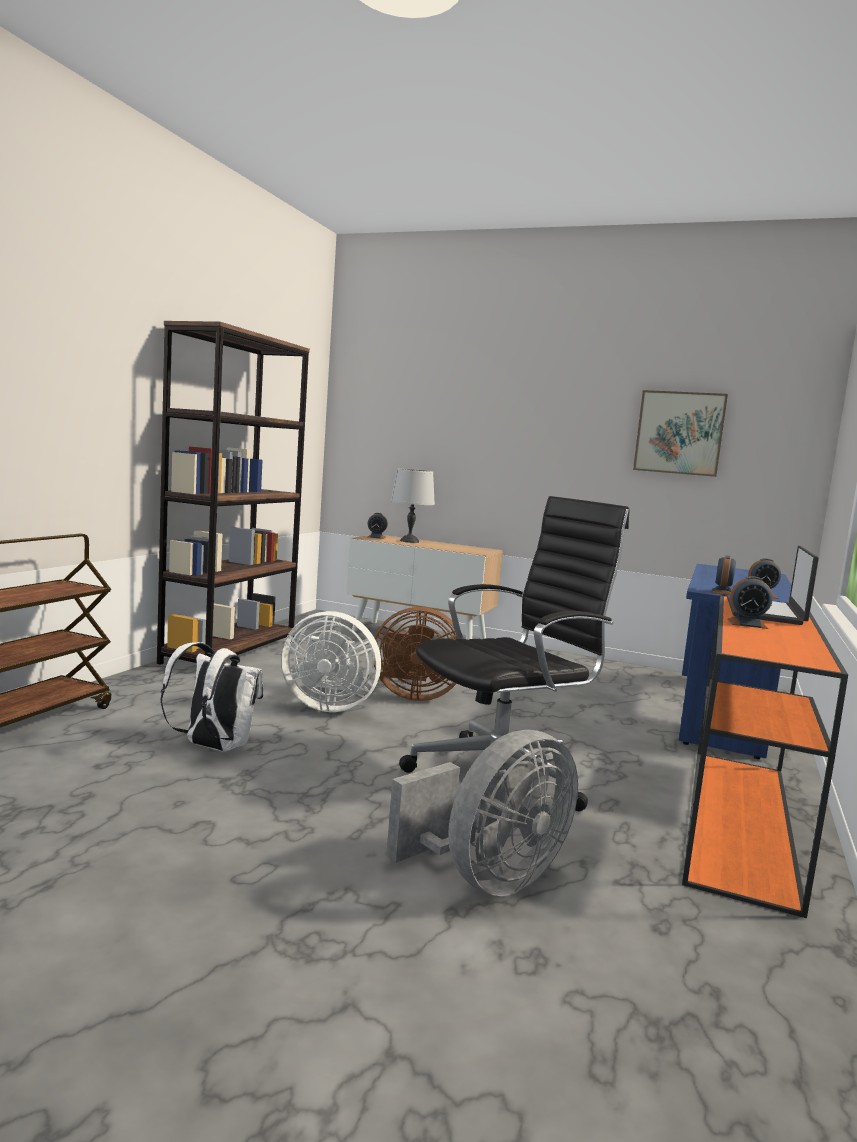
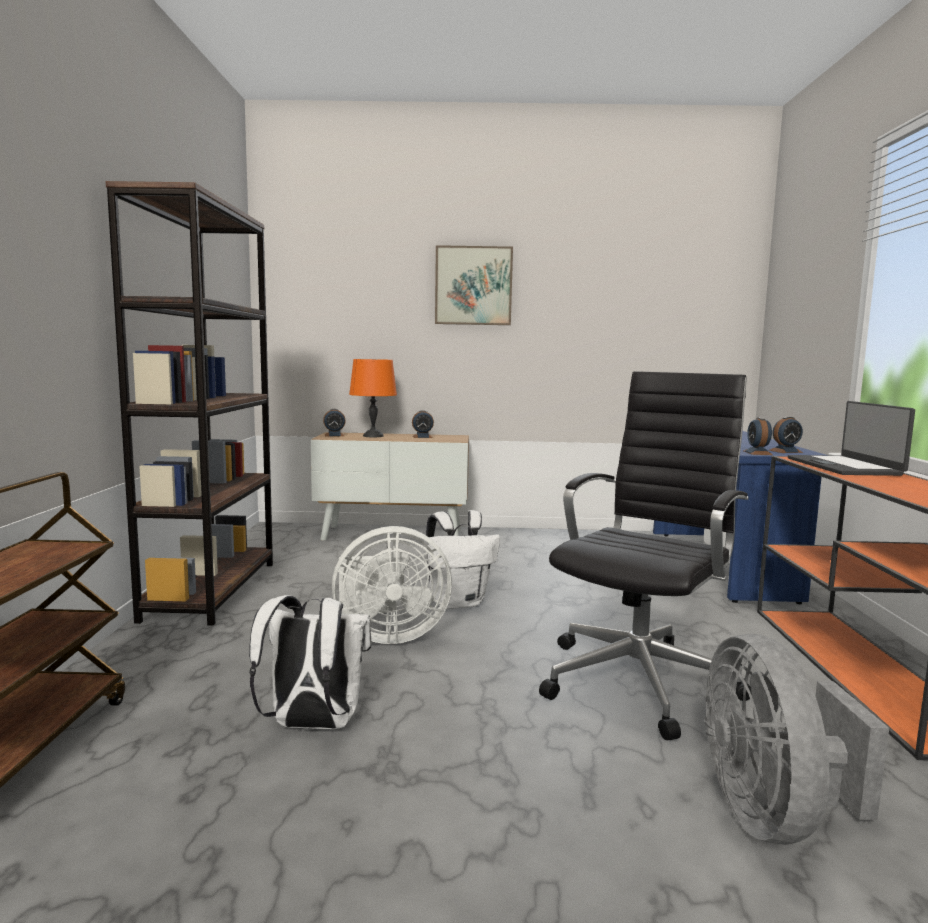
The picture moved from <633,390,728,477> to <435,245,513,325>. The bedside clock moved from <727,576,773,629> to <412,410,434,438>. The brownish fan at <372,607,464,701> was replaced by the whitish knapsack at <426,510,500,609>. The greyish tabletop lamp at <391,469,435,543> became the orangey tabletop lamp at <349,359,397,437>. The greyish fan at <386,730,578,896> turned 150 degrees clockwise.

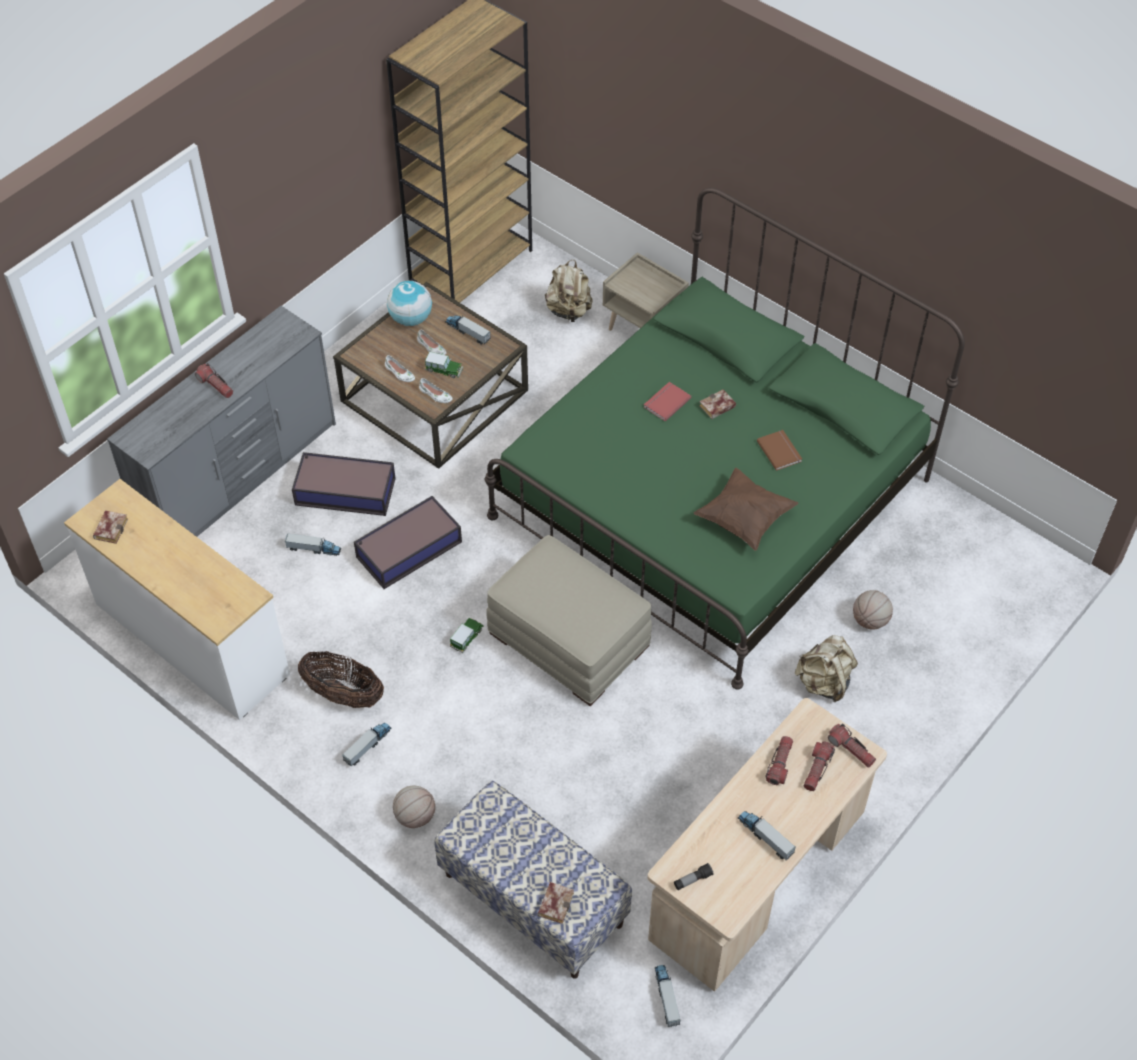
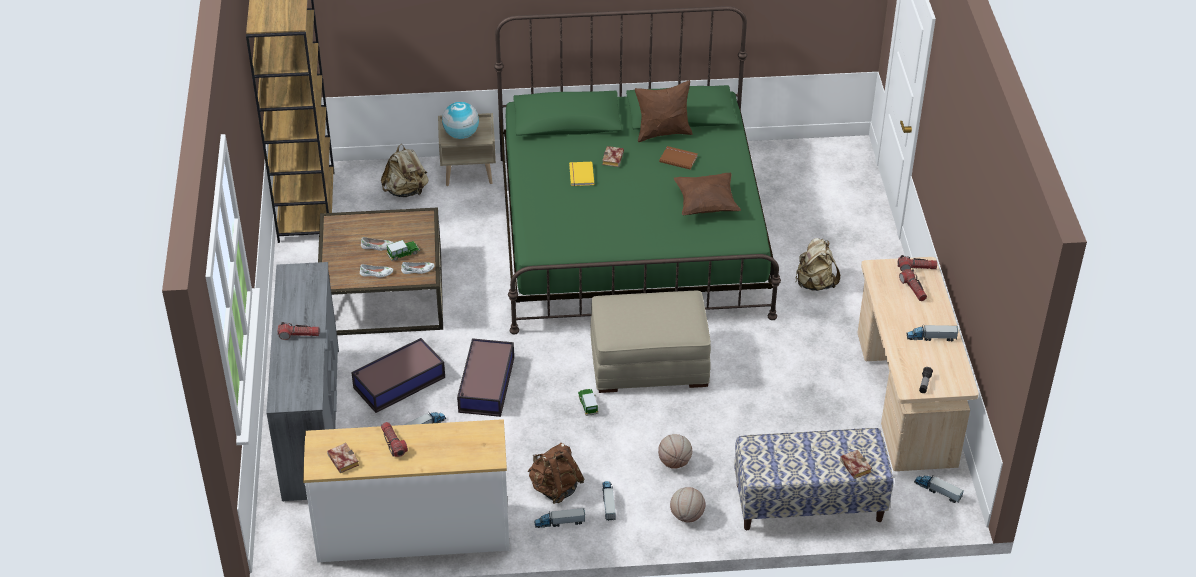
The brownish pillow at <635,80,693,142> appeared. The globe moved from <387,281,432,326> to <442,102,479,139>. The toy truck moved from <445,315,491,345> to <534,508,585,528>. The torch moved from <765,736,793,785> to <381,422,408,457>. The basketball ball moved from <853,590,893,630> to <658,434,692,469>. The basket at <298,652,384,708> was replaced by the brownish knapsack at <528,443,584,504>. The red volume at <644,382,691,421> became the yellow-coloured volume at <569,162,594,186>.

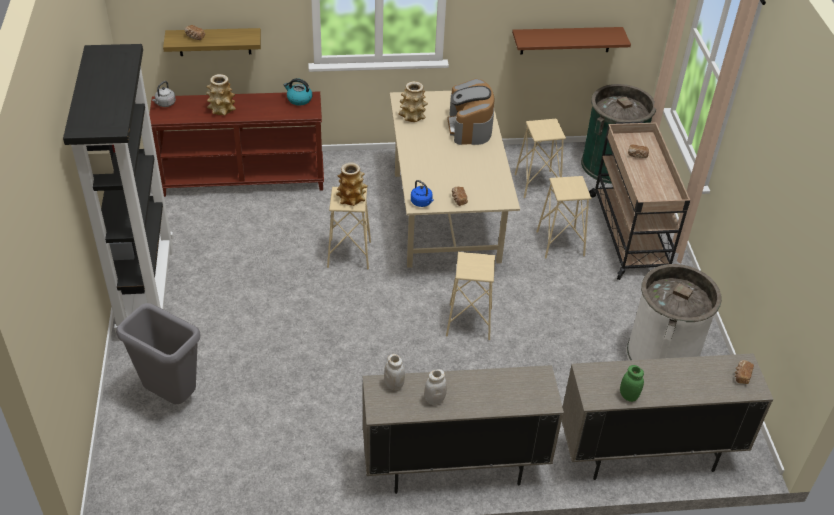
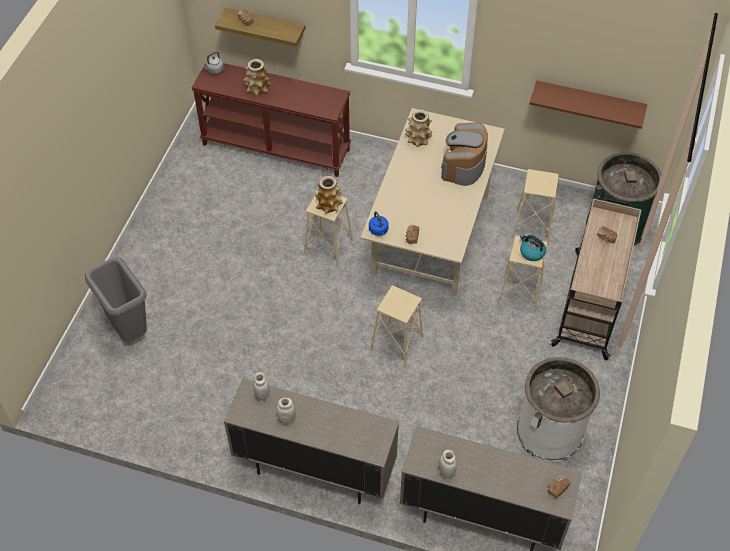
The black shelving unit at <63,44,173,332> disappeared. The tea kettle moved from <284,78,312,106> to <520,235,546,261>. The green-coloured jar at <620,365,644,402> became the whitish jar at <439,450,457,478>.

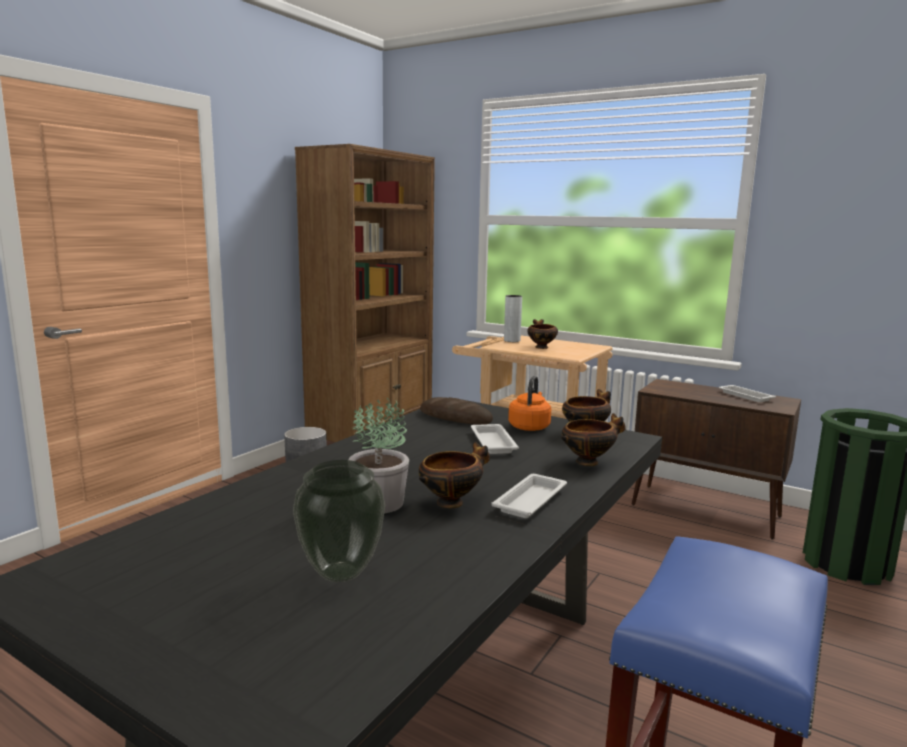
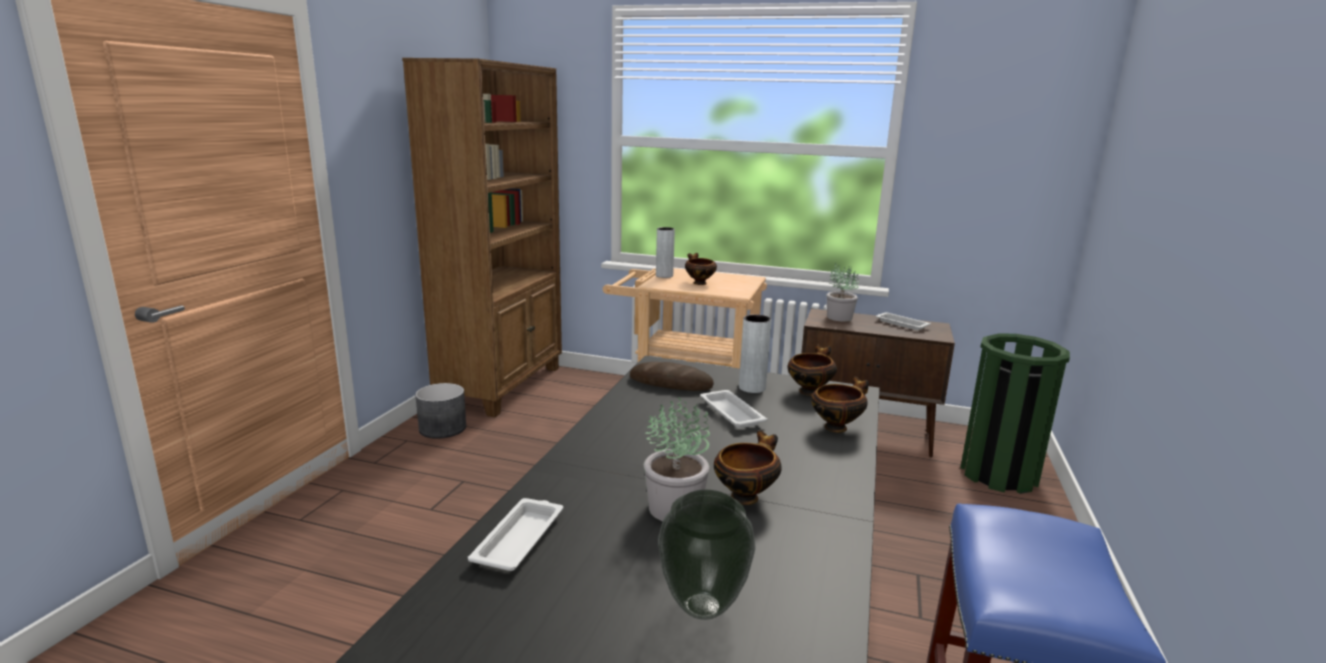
The plant in a pot at <827,263,859,322> appeared. The whitish serving tray moved from <491,474,567,518> to <468,498,563,571>. The orangey tea kettle at <508,376,551,431> was replaced by the greyish vase at <739,314,771,393>.

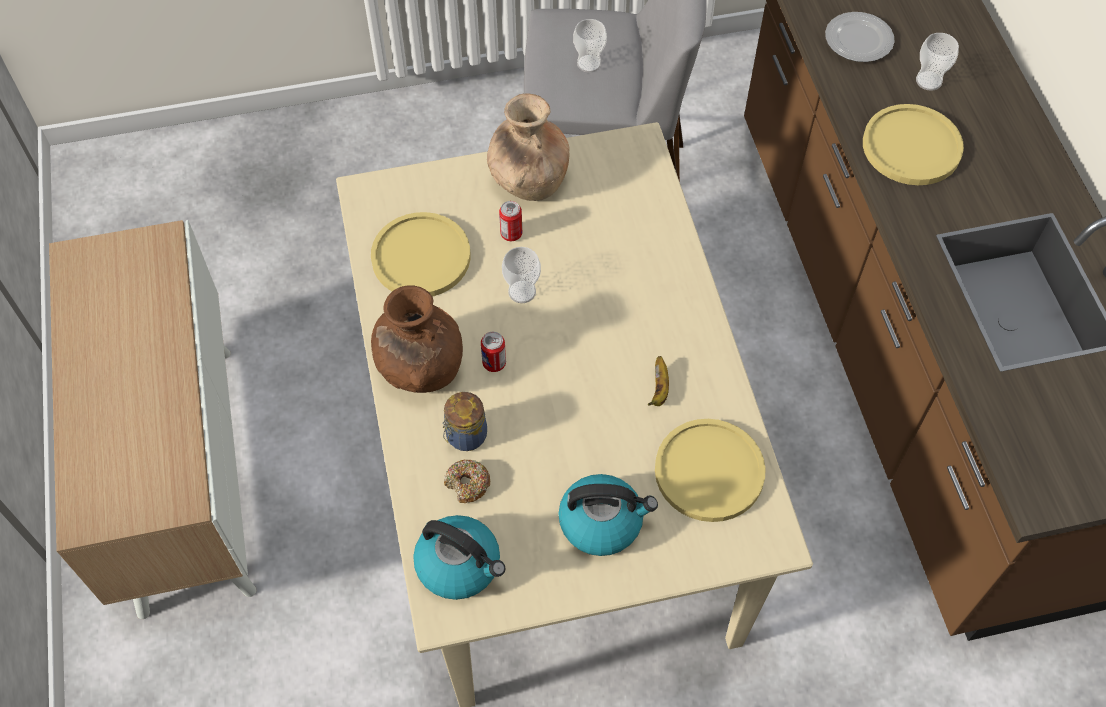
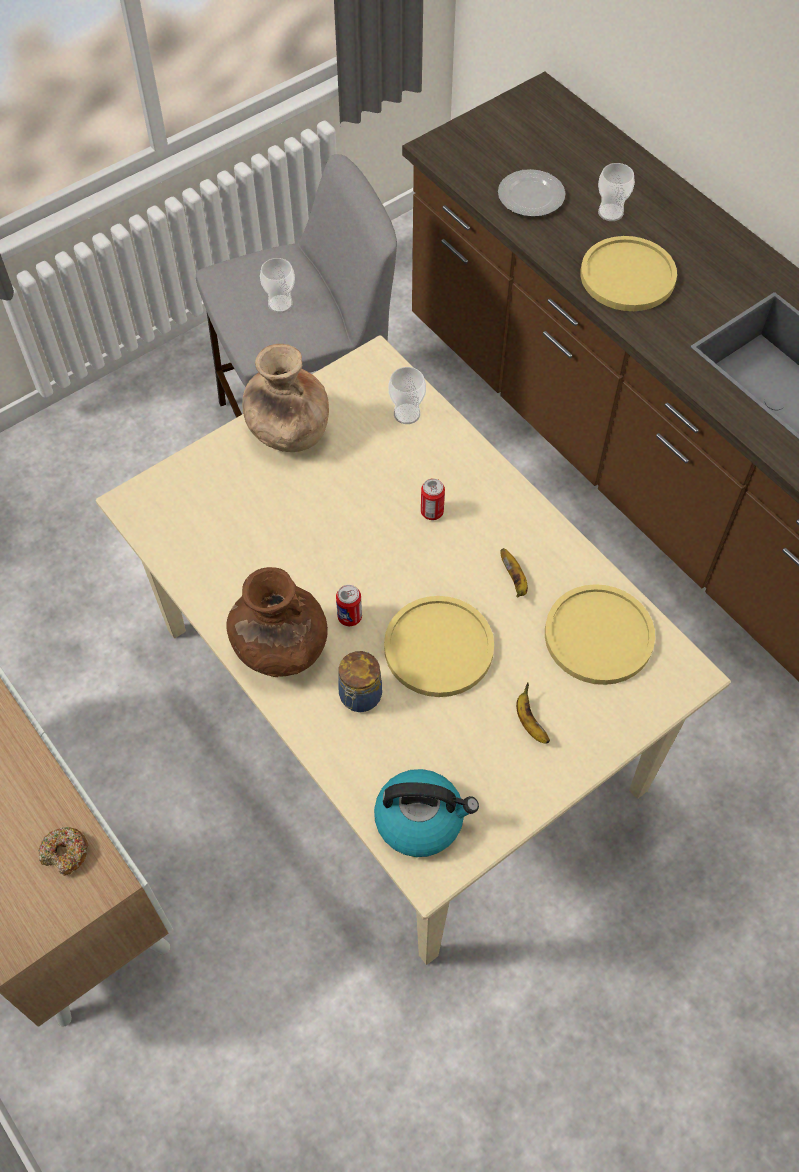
The yellow-coloured plate moved from <371,212,470,296> to <384,596,494,697>. The ring doughnut moved from <444,459,490,503> to <38,827,89,876>. The sealed can moved from <499,201,522,241> to <421,478,445,520>. The drinking cup moved from <502,247,541,303> to <388,367,426,424>. The tea kettle at <558,474,658,556> was replaced by the banana at <516,682,550,744>.

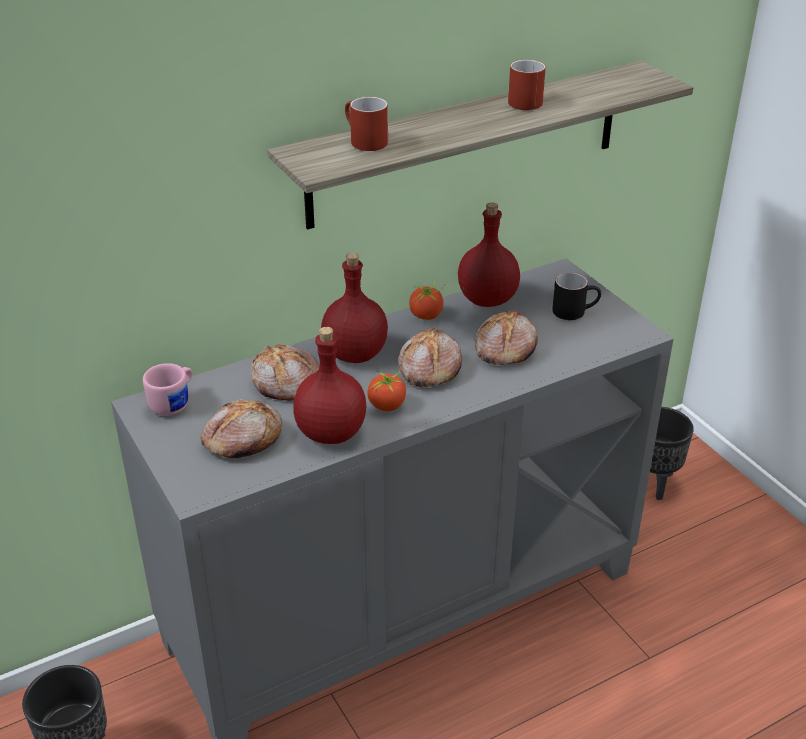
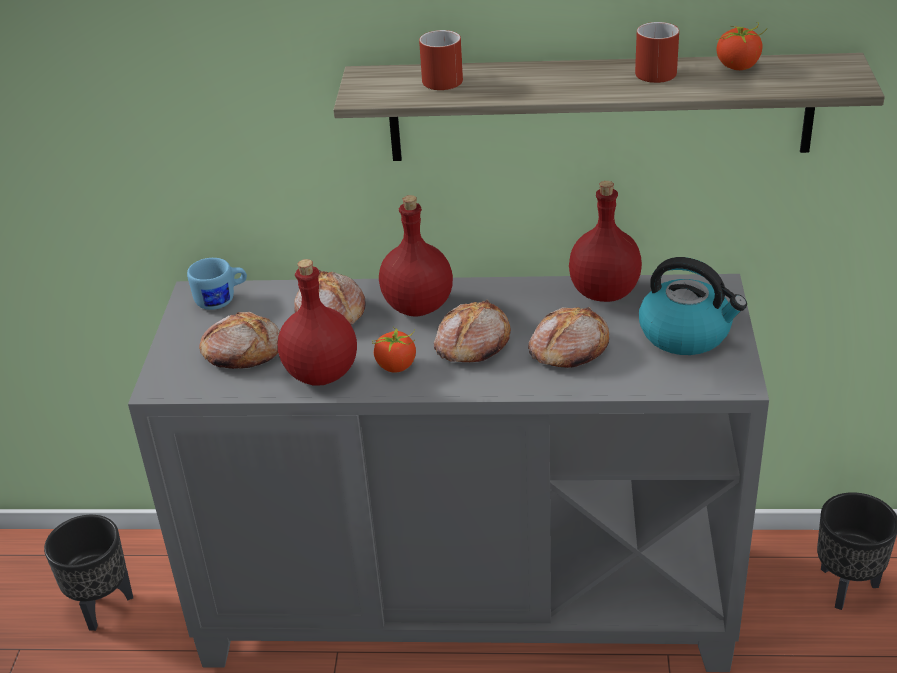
The whole tomato moved from <409,280,445,320> to <717,22,767,70>. The black mug at <552,273,601,320> was replaced by the tea kettle at <639,257,747,355>. The pink-coloured mug at <143,363,193,416> became the bluish mug at <187,258,247,310>.

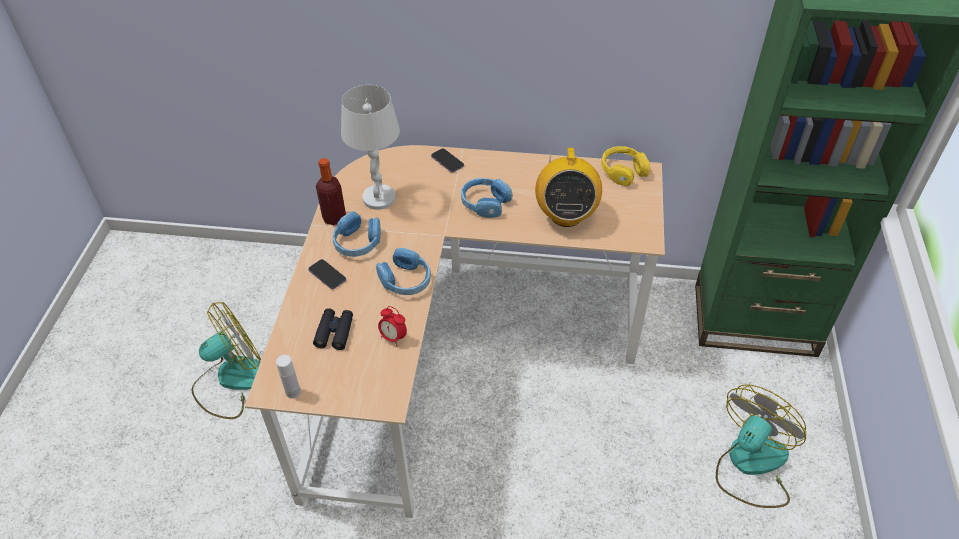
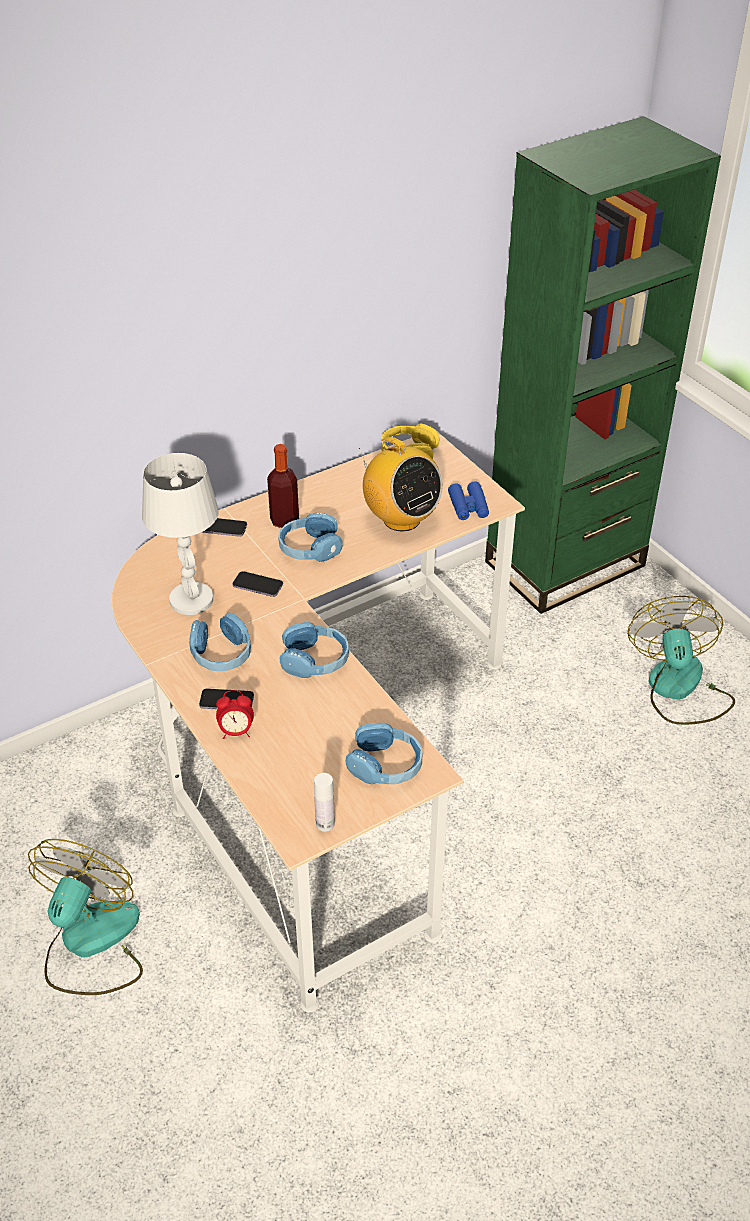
The black pair of binoculars at <313,308,353,350> disappeared. The telephone at <232,571,283,597> appeared. The bluish headset at <346,723,422,785> appeared. The bluish pair of binoculars at <448,482,489,520> appeared. The drink bottle moved from <316,158,346,225> to <267,444,299,528>. The bedside clock moved from <378,306,407,347> to <216,690,254,739>.

